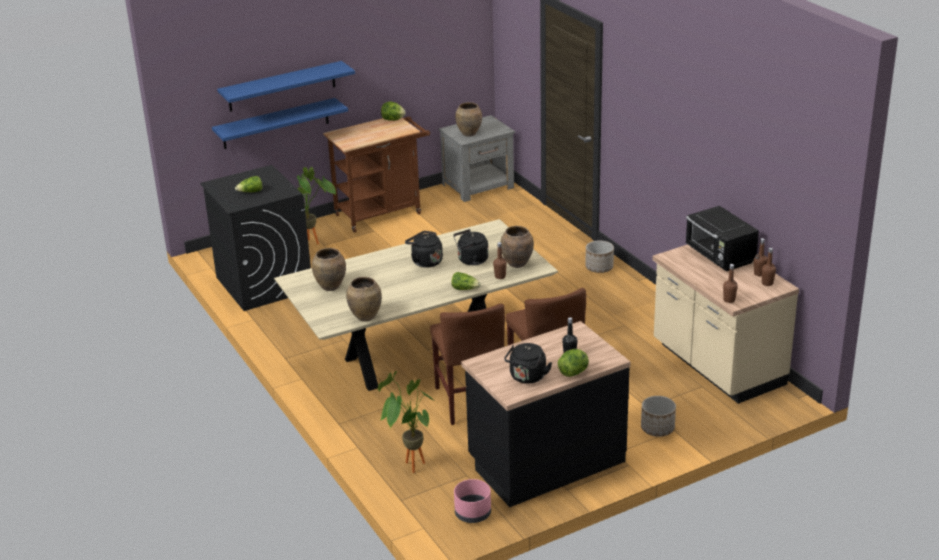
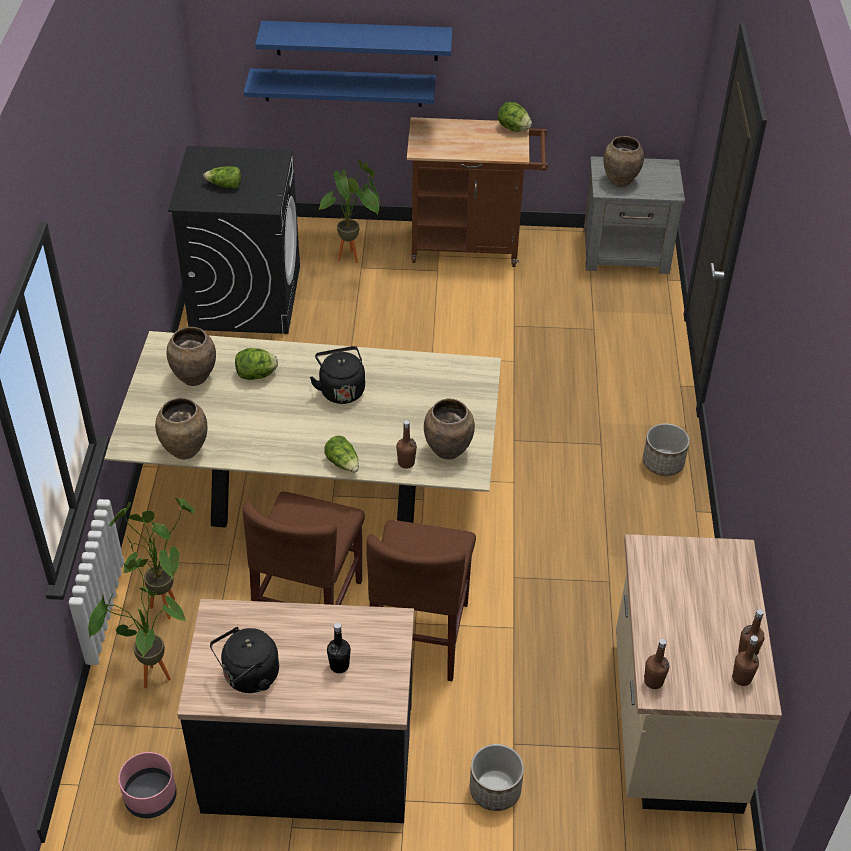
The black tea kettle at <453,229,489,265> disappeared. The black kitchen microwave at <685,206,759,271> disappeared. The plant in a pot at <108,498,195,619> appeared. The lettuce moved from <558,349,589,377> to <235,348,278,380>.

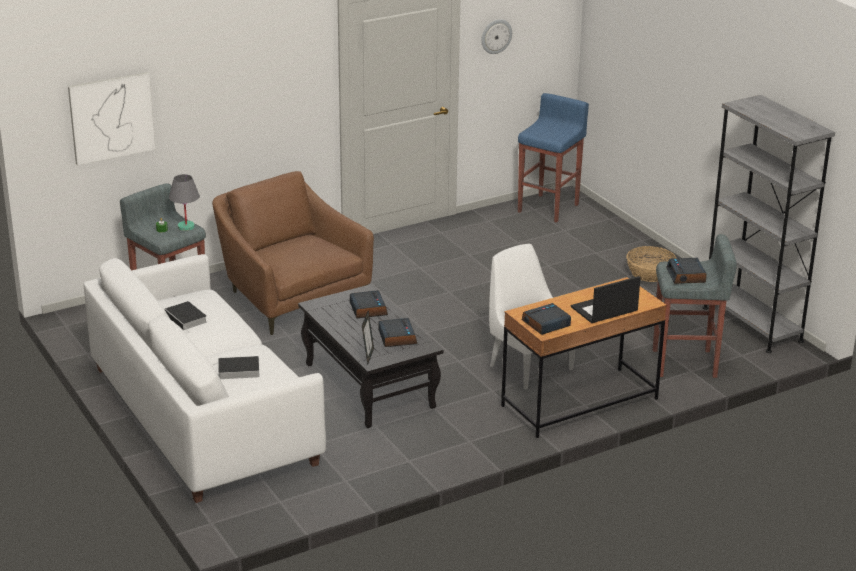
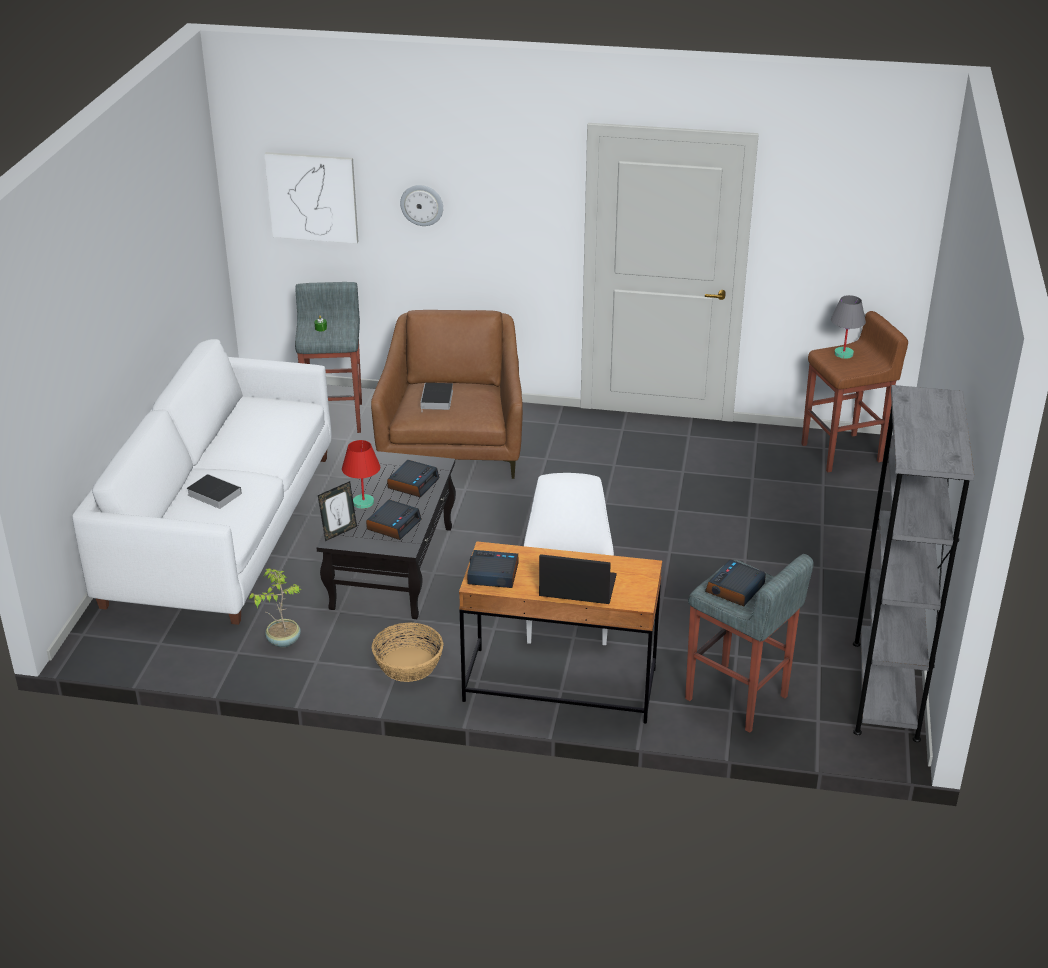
The plant in a pot at <249,568,302,647> appeared. The red tabletop lamp at <342,440,380,509> appeared. The volume moved from <164,301,207,333> to <420,383,453,410>. The greyish tabletop lamp moved from <169,174,200,231> to <831,295,866,359>. The clock on the wall moved from <481,19,512,54> to <400,185,443,226>. The basket moved from <626,246,676,282> to <372,623,444,682>. The bluish stool at <518,93,589,223> became the brownish stool at <801,311,908,472>.

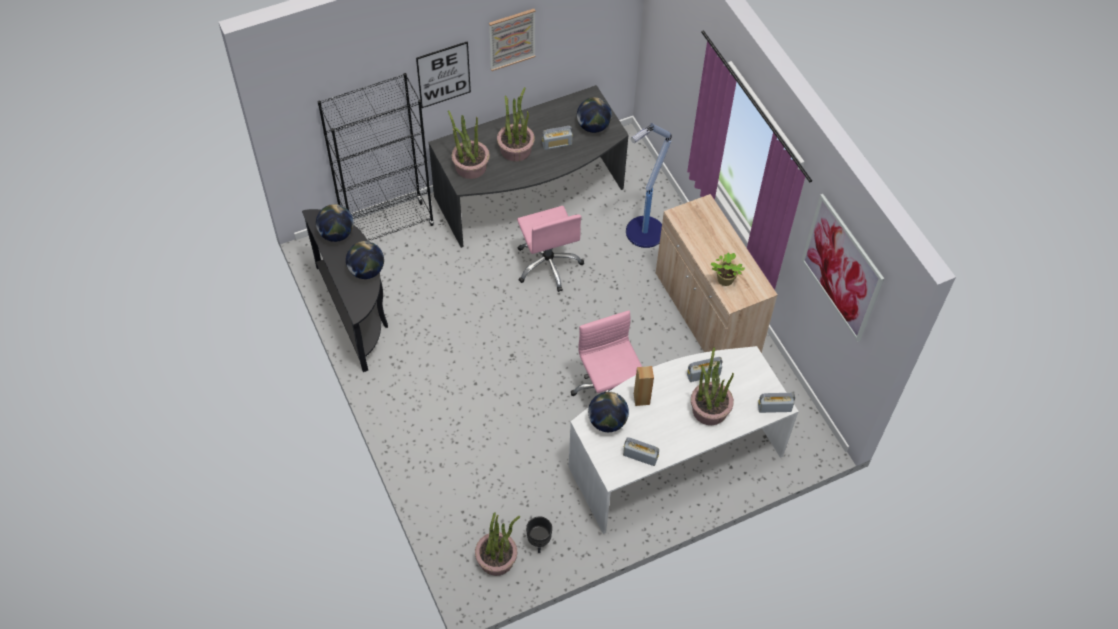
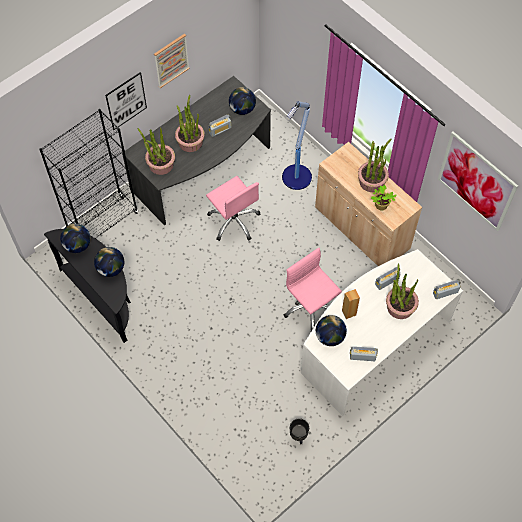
The plant in a pot moved from <475,512,520,576> to <358,139,391,192>.

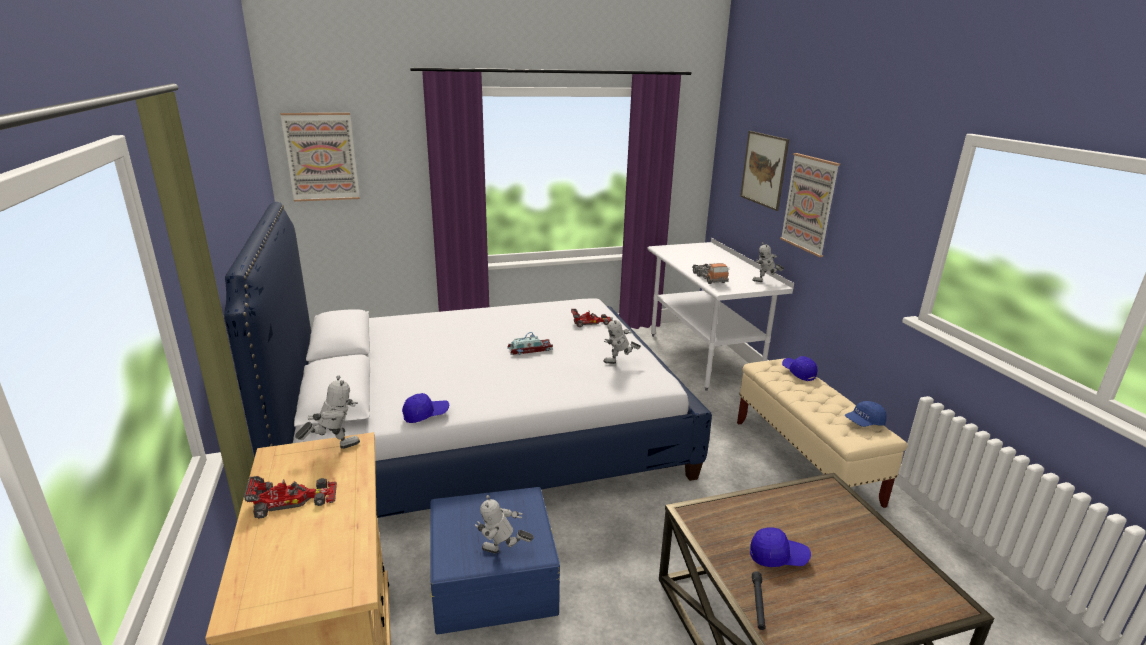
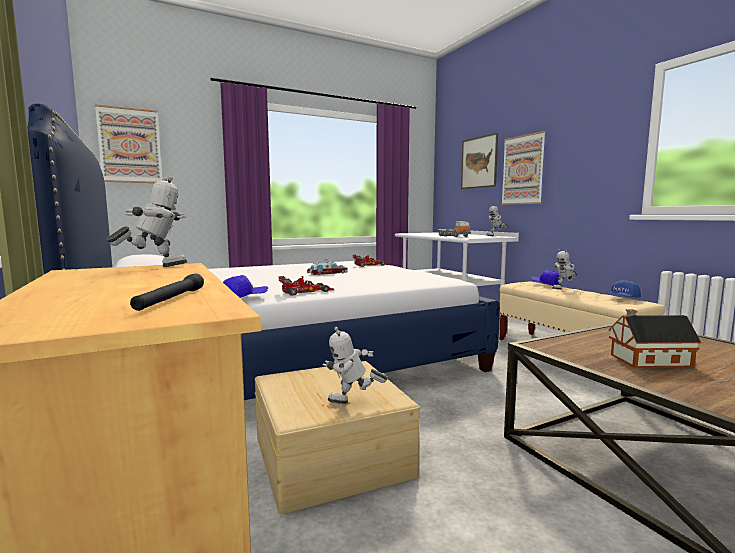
The model car moved from <244,476,337,519> to <279,276,334,295>. The model robot moved from <603,317,641,364> to <552,249,577,290>. The black torch moved from <752,571,766,630> to <130,274,204,311>. The bluish baseball cap at <750,528,811,567> was replaced by the miniature house at <608,309,701,368>. The bluish storage bin at <431,487,560,634> became the beige-coloured storage bin at <255,361,420,514>.

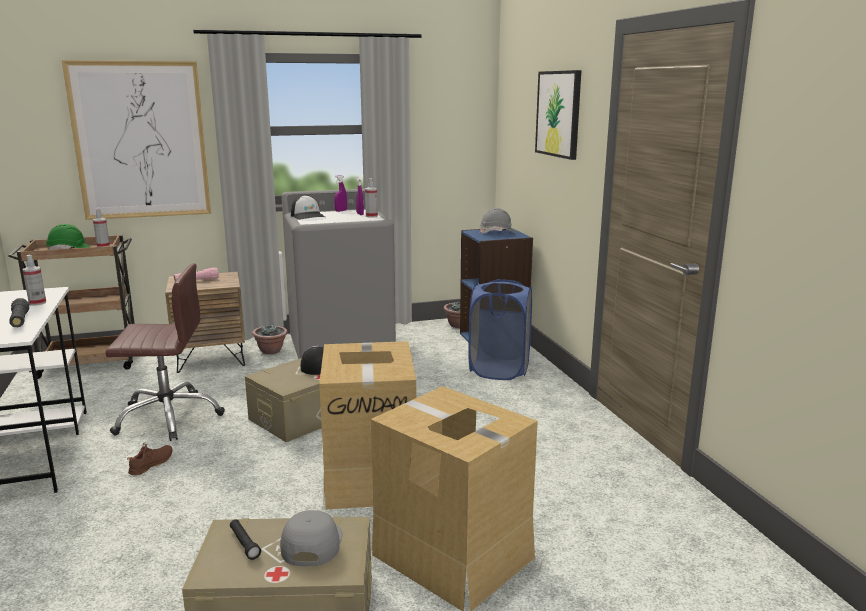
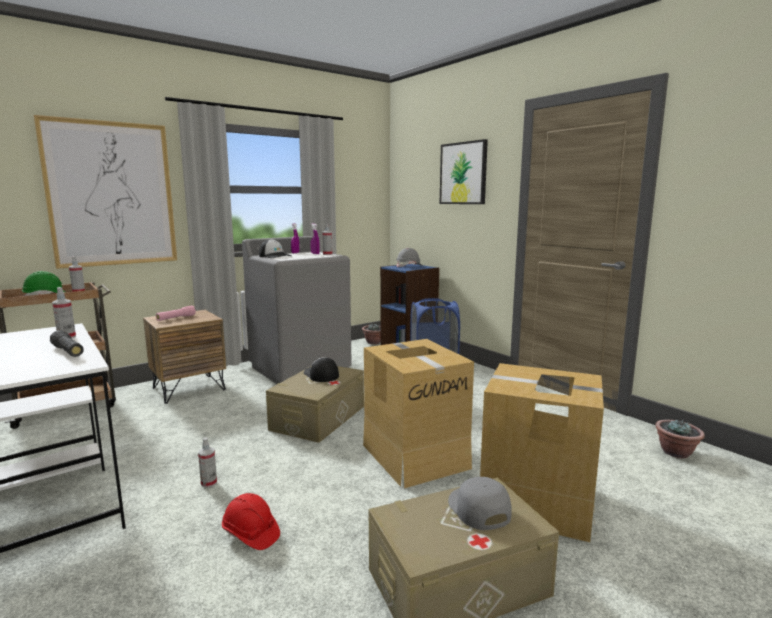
The brownish desk chair at <105,263,225,441> disappeared. The black torch at <230,519,261,560> disappeared. The red work helmet at <222,493,280,550> appeared. The plant in a pot moved from <252,324,288,354> to <655,420,705,458>. The brownish item of footwear at <127,443,173,475> was replaced by the spray bottle at <198,438,217,488>.

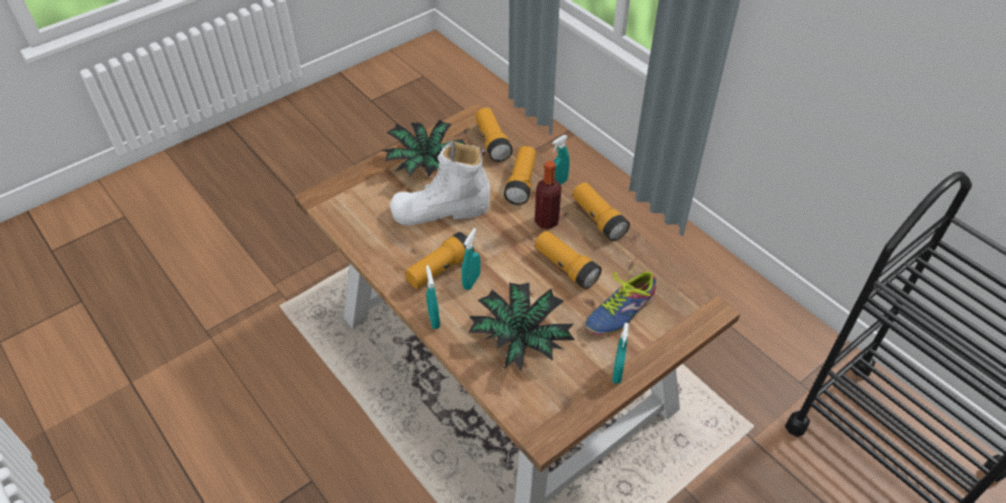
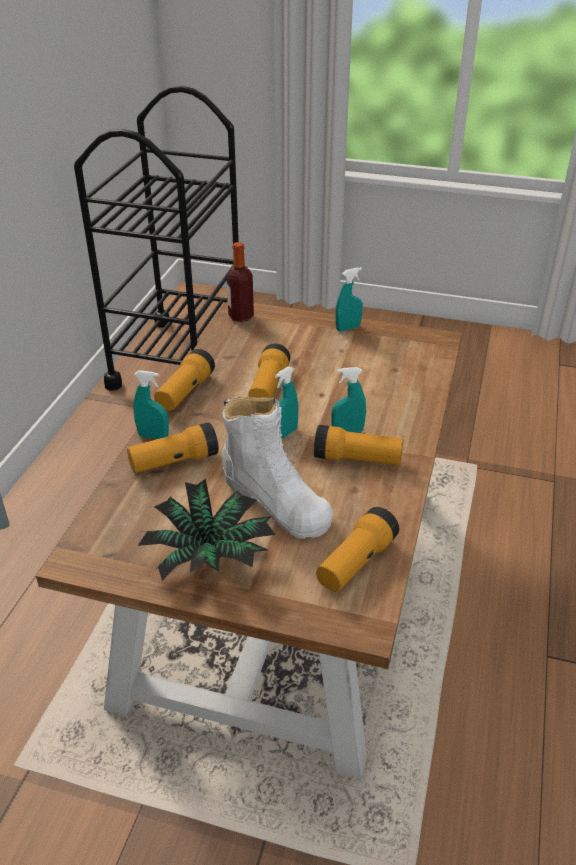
The plant in a pot at <469,283,575,371> disappeared. The item of footwear at <585,264,656,335> disappeared. The blue-green spray bottle moved from <426,265,440,329> to <275,366,298,439>. The torch moved from <476,108,513,162> to <317,507,399,592>. The drink bottle moved from <535,161,561,229> to <226,242,254,322>.

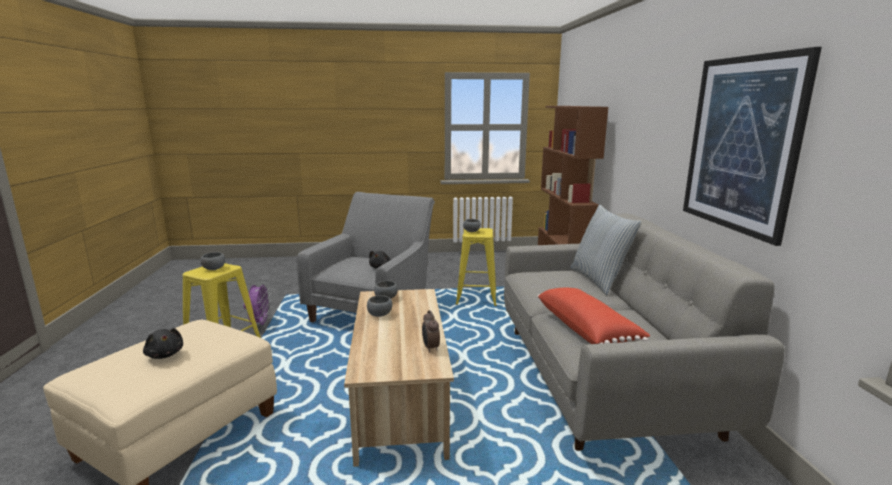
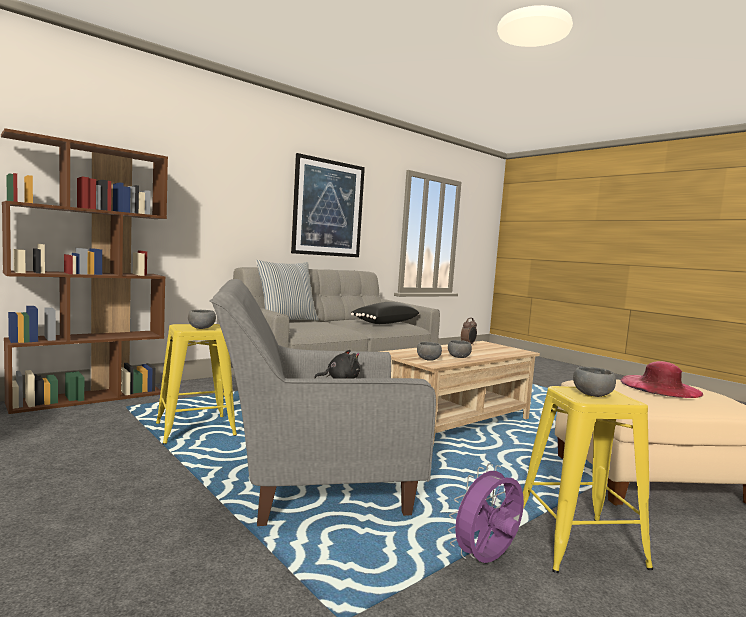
The black plush toy at <143,328,183,359> was replaced by the pink-coloured clothing hat at <620,361,703,398>. The red pillow at <537,288,650,344> became the black pillow at <351,302,420,324>.

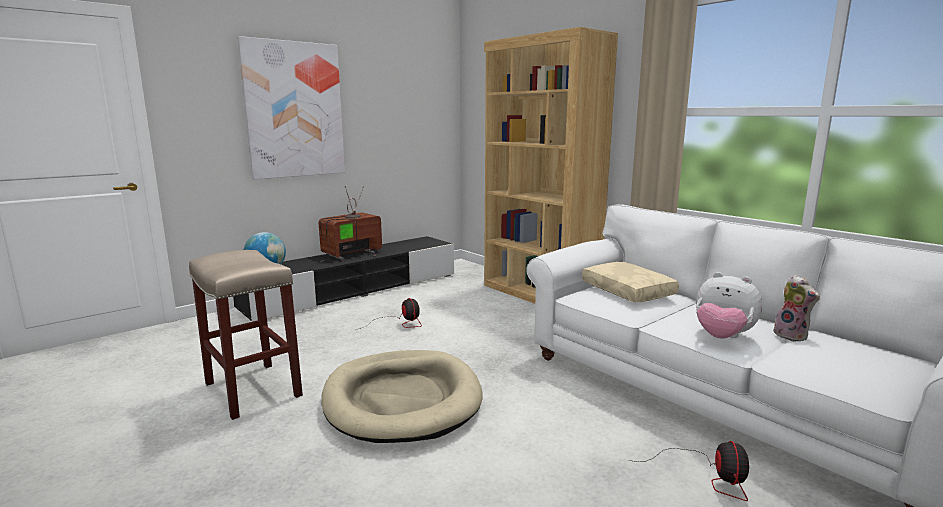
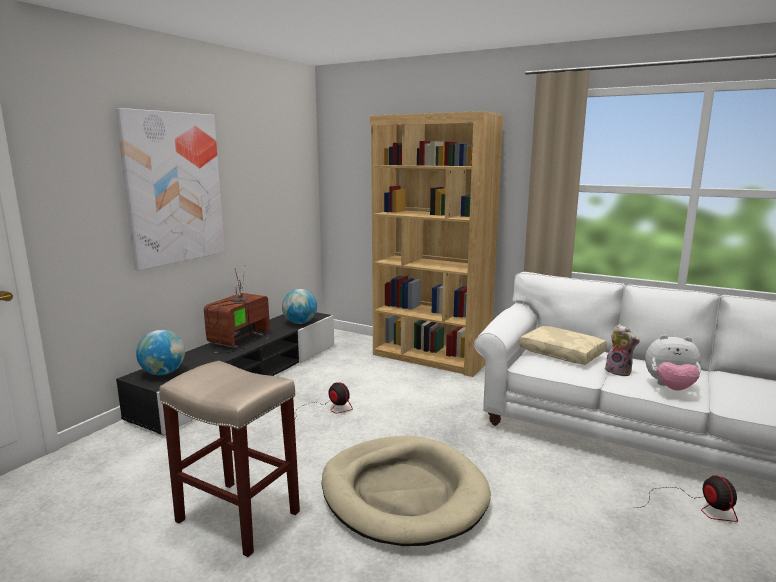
The globe at <282,289,317,324> appeared. The plush toy moved from <773,275,820,342> to <605,324,640,376>.

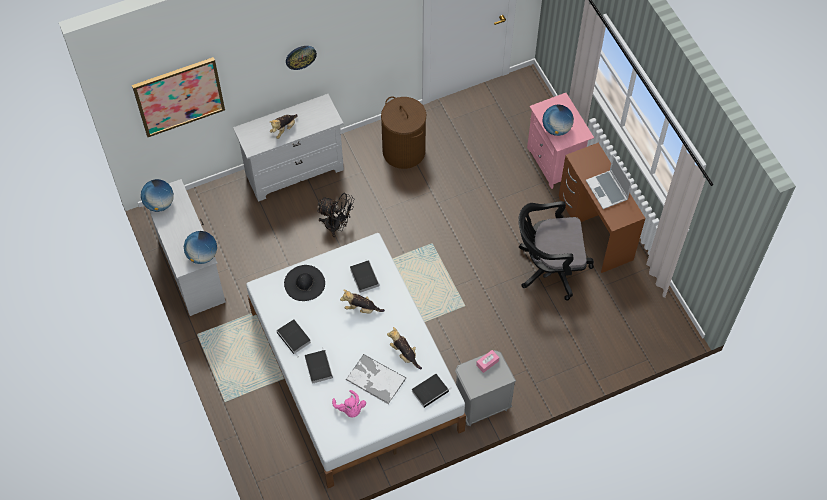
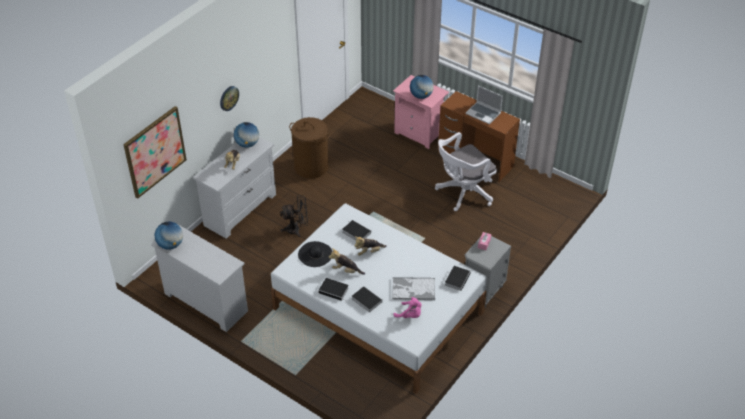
The globe moved from <184,231,217,264> to <234,122,259,148>. The plush toy moved from <387,327,422,369> to <329,248,365,275>. The black desk chair at <518,201,594,300> became the whitish desk chair at <435,132,497,211>.

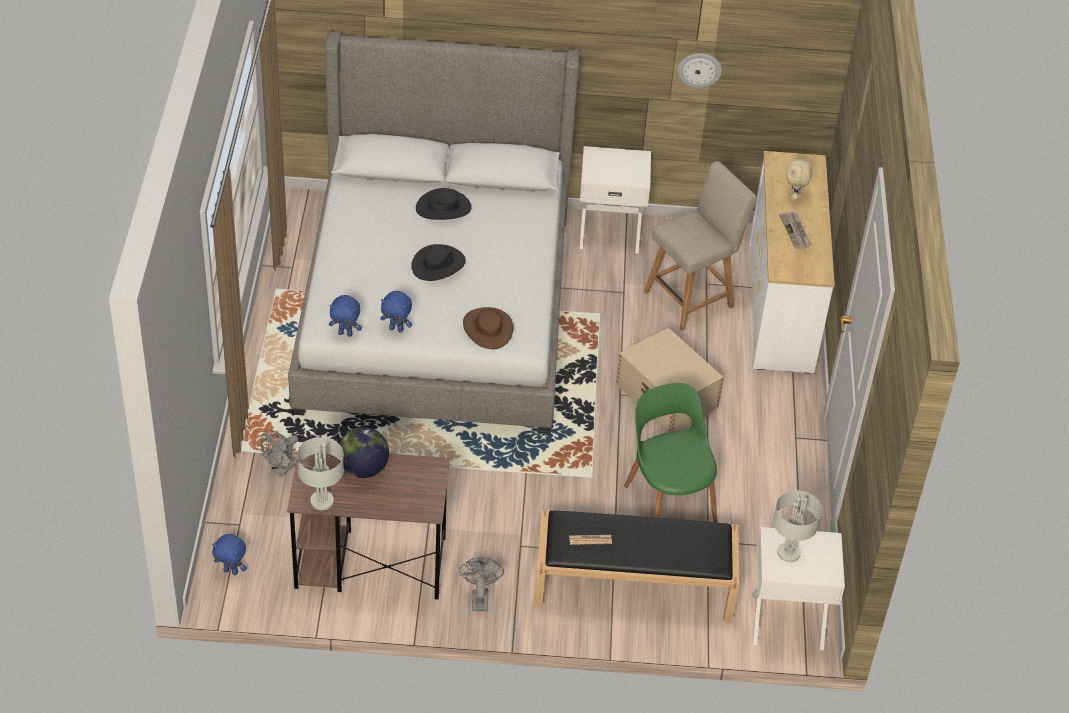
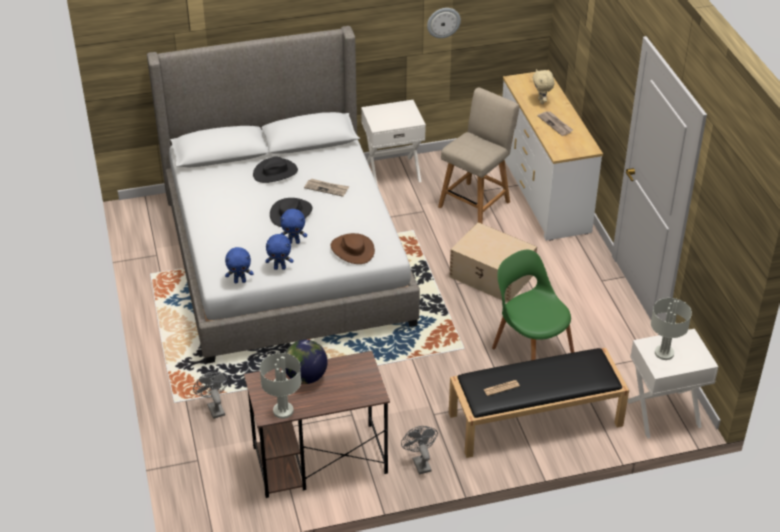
The printed paper at <304,179,349,197> appeared. The bluish plush toy moved from <212,534,247,575> to <281,209,307,244>. The greyish fan at <261,430,298,477> turned 135 degrees clockwise.

